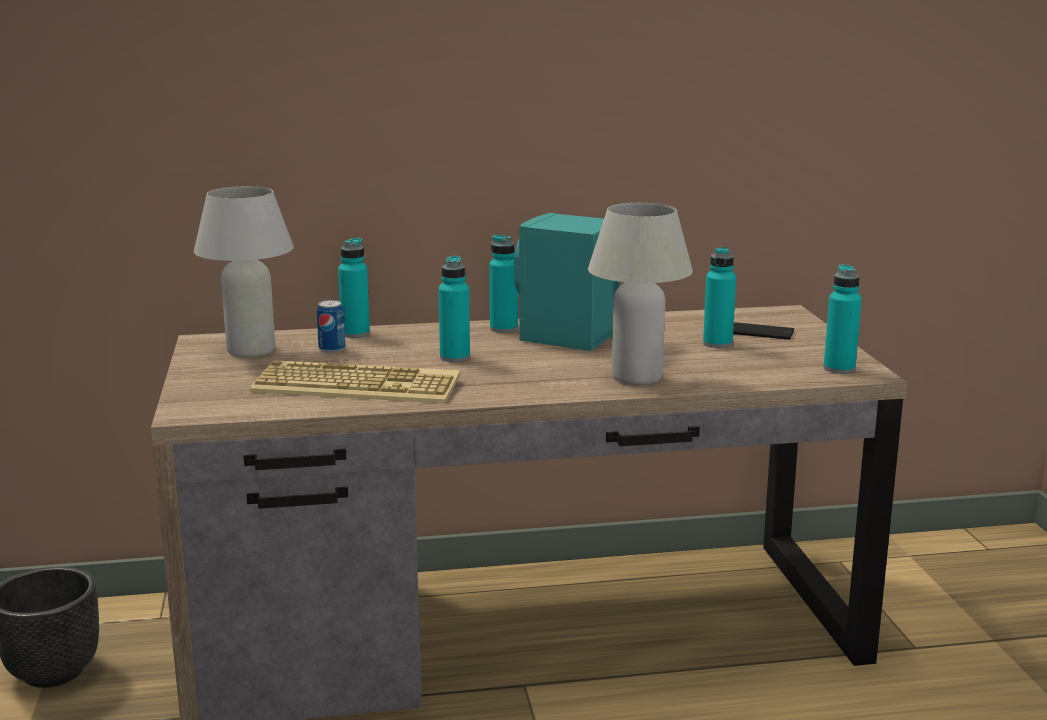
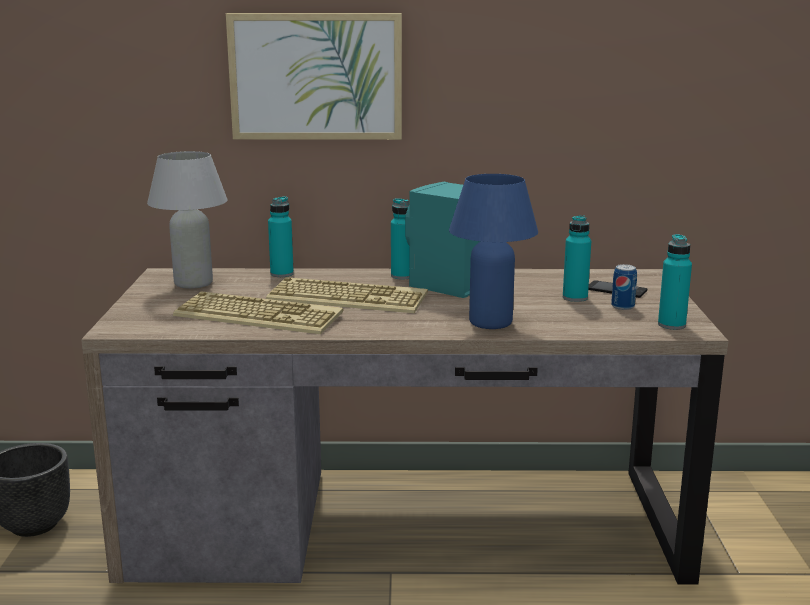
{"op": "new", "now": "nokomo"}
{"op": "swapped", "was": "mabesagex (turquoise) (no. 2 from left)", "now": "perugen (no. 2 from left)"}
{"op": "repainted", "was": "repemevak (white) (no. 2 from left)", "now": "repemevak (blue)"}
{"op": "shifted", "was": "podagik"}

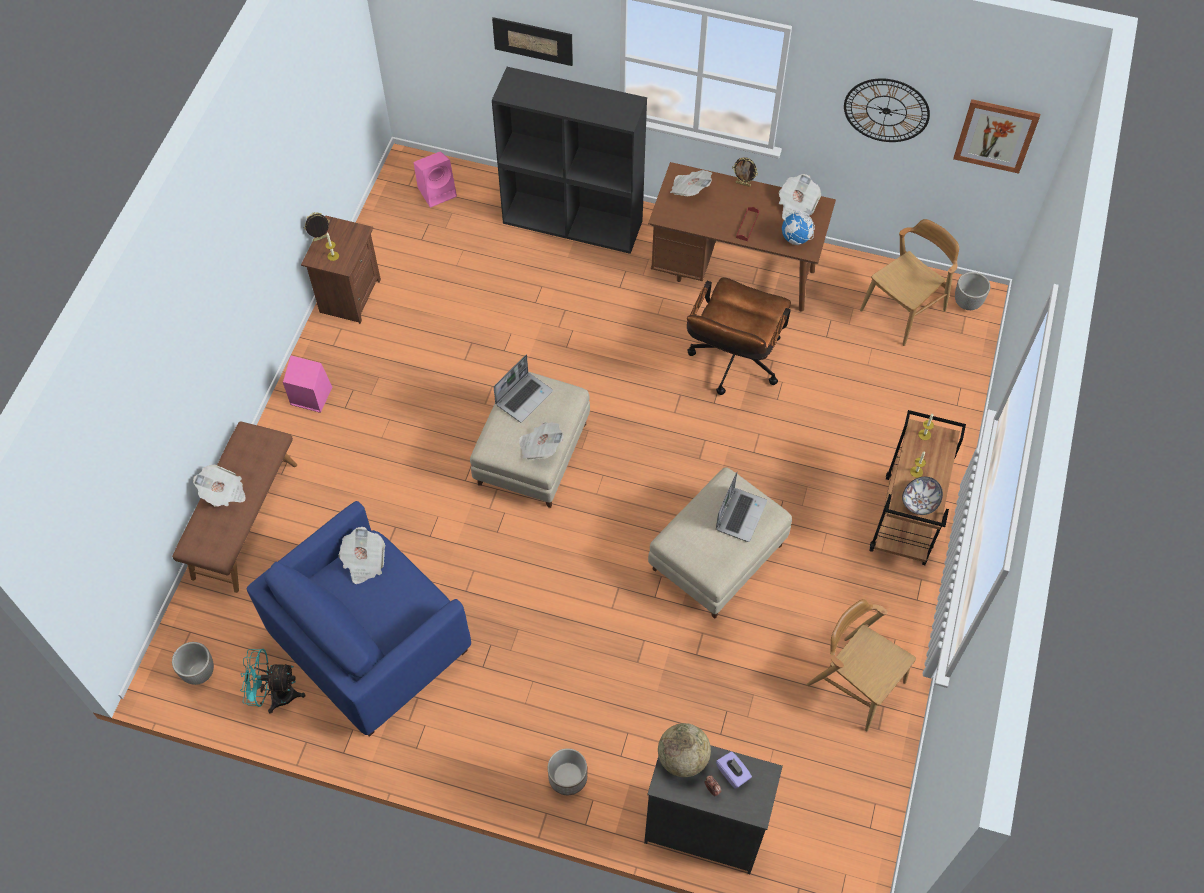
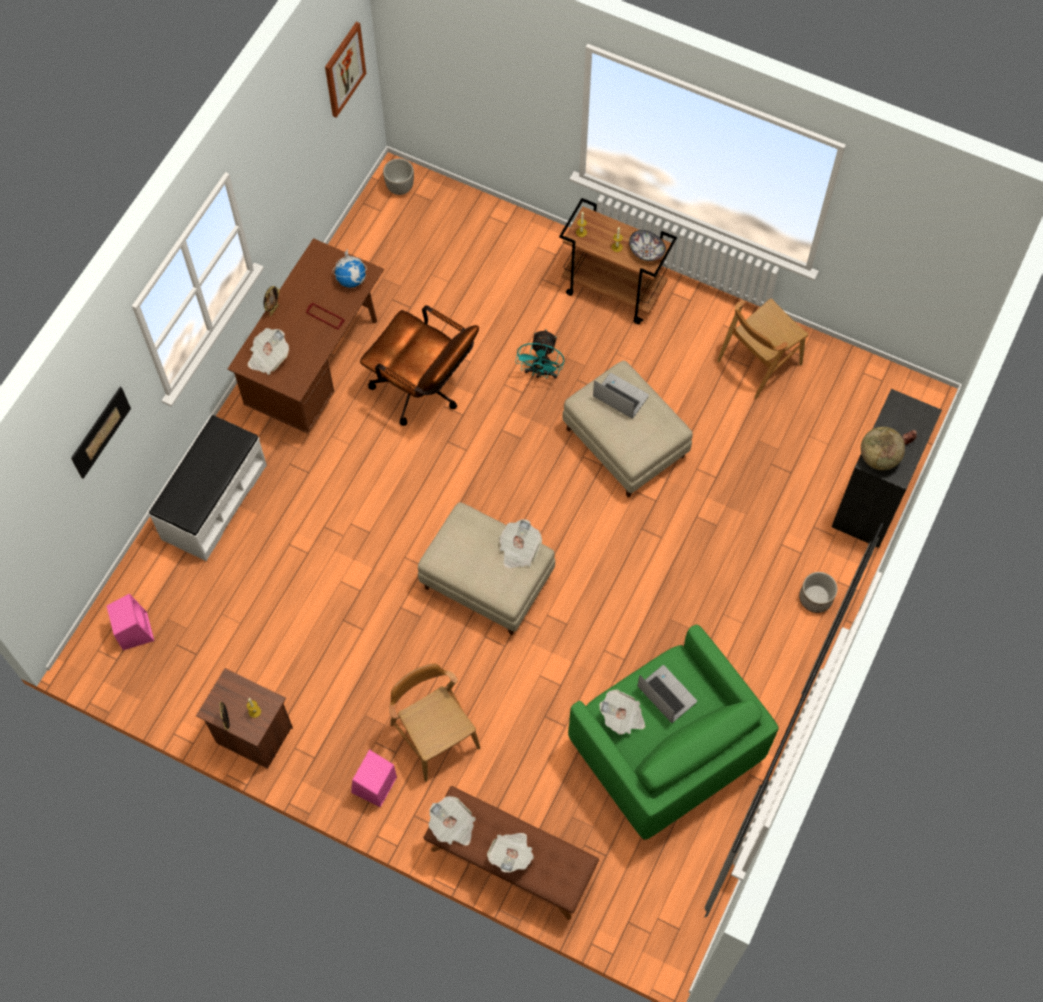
{"op": "swapped", "was": "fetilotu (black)", "now": "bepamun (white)"}
{"op": "shifted", "was": "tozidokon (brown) (no. 2 from left in the first image)", "now": "tozidokon (brown) (no. 1 from left)"}
{"op": "shifted", "was": "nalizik (no. 5 from left in the first image)", "now": "nalizik (no. 2 from left)"}
{"op": "shifted", "was": "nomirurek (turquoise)"}
{"op": "repainted", "was": "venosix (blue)", "now": "venosix (green)"}
{"op": "shifted", "was": "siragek (no. 1 from left in the first image)", "now": "siragek (no. 2 from left)"}
{"op": "gone", "was": "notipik (no. 1 from left)"}
{"op": "gone", "was": "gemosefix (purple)"}
{"op": "gone", "was": "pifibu"}

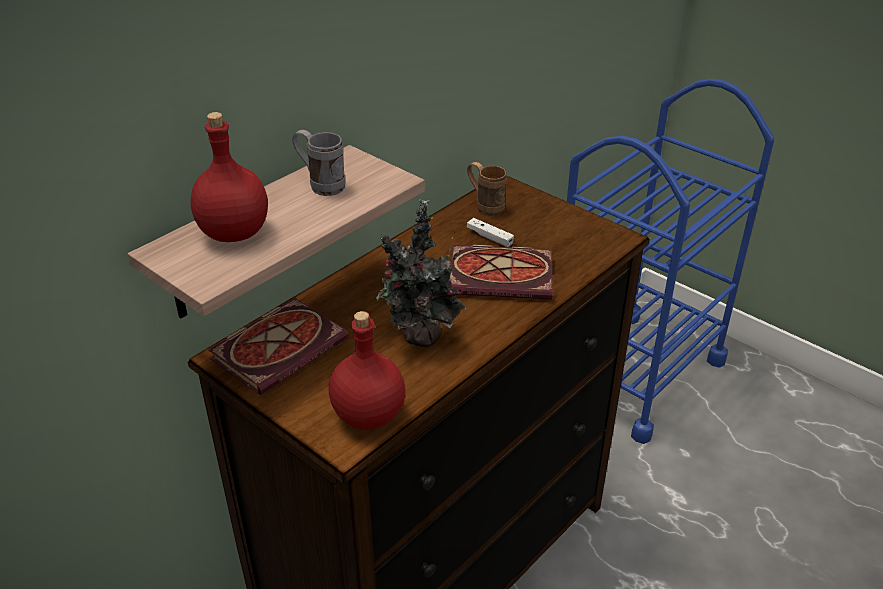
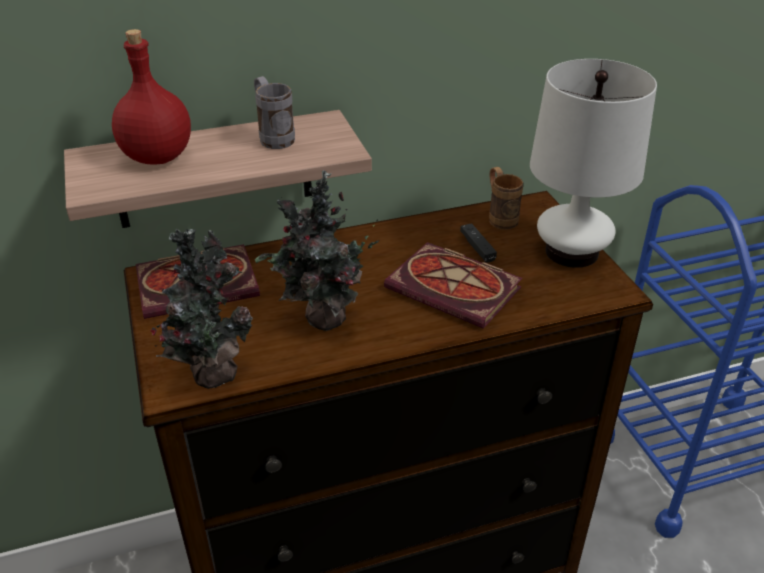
{"op": "swapped", "was": "mabesagex (red) (no. 2 from left)", "now": "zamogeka (no. 1 from left)"}
{"op": "repainted", "was": "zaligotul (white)", "now": "zaligotul (black)"}
{"op": "new", "now": "repemevak (white)"}

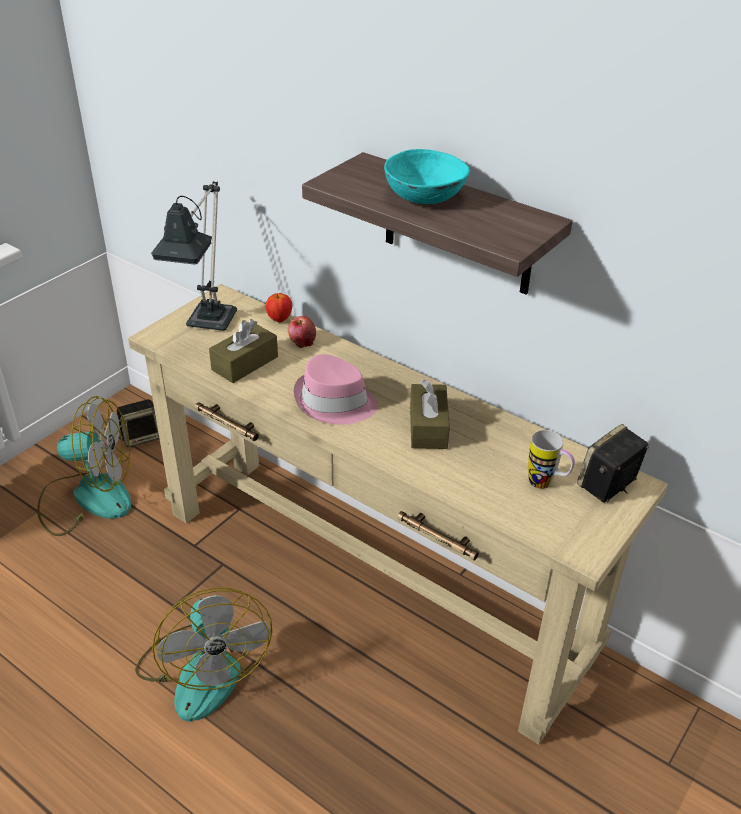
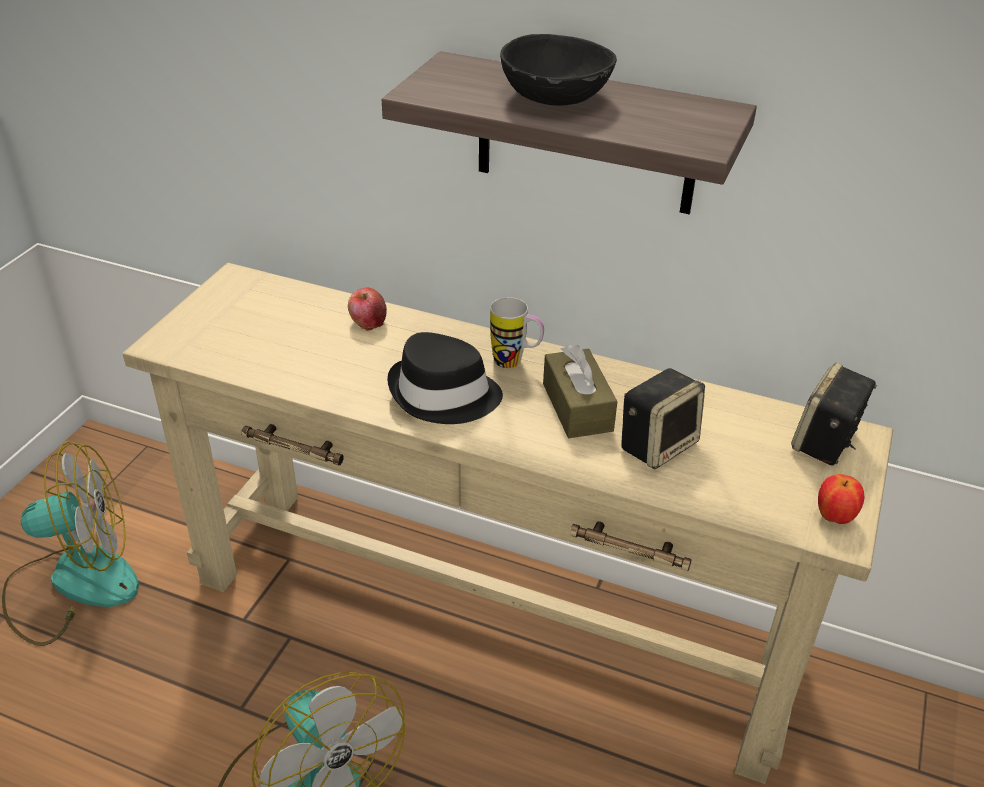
{"op": "repainted", "was": "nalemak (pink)", "now": "nalemak (black)"}
{"op": "shifted", "was": "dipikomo"}
{"op": "repainted", "was": "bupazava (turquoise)", "now": "bupazava (black)"}
{"op": "shifted", "was": "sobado (no. 1 from left)"}
{"op": "shifted", "was": "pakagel (no. 1 from left in the first image)", "now": "pakagel (no. 2 from left)"}
{"op": "gone", "was": "repemevak"}
{"op": "gone", "was": "gemosefix (brown) (no. 1 from left)"}

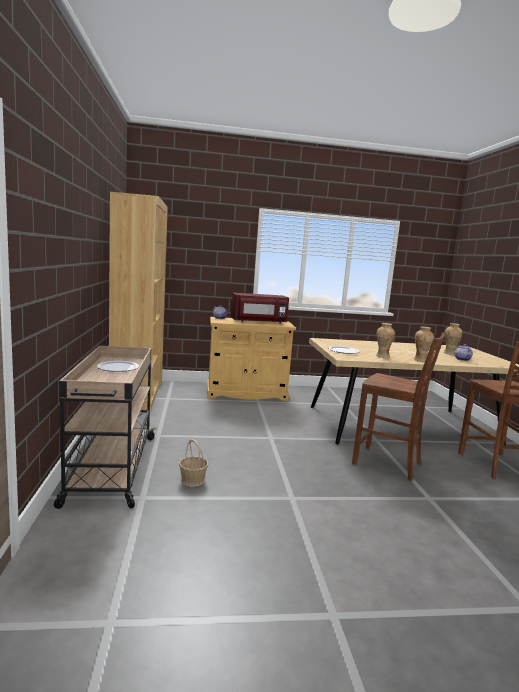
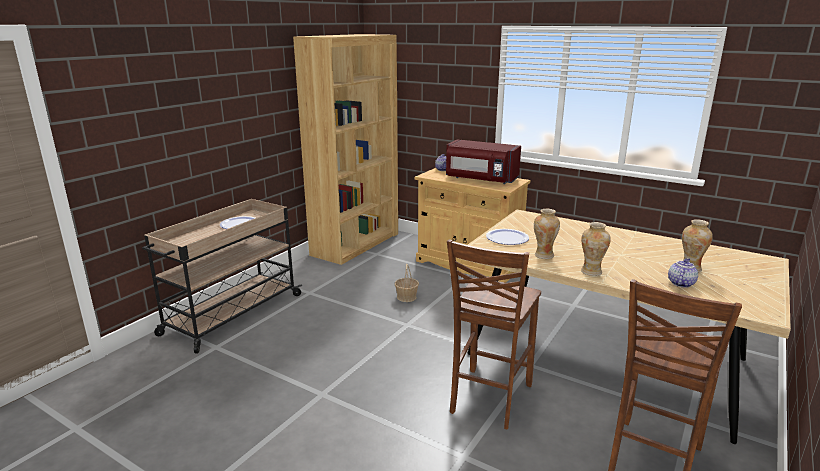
{"op": "shifted", "was": "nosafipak"}
{"op": "rotated", "was": "tozidokon (brown) (no. 1 from left)", "clockwise": 45}

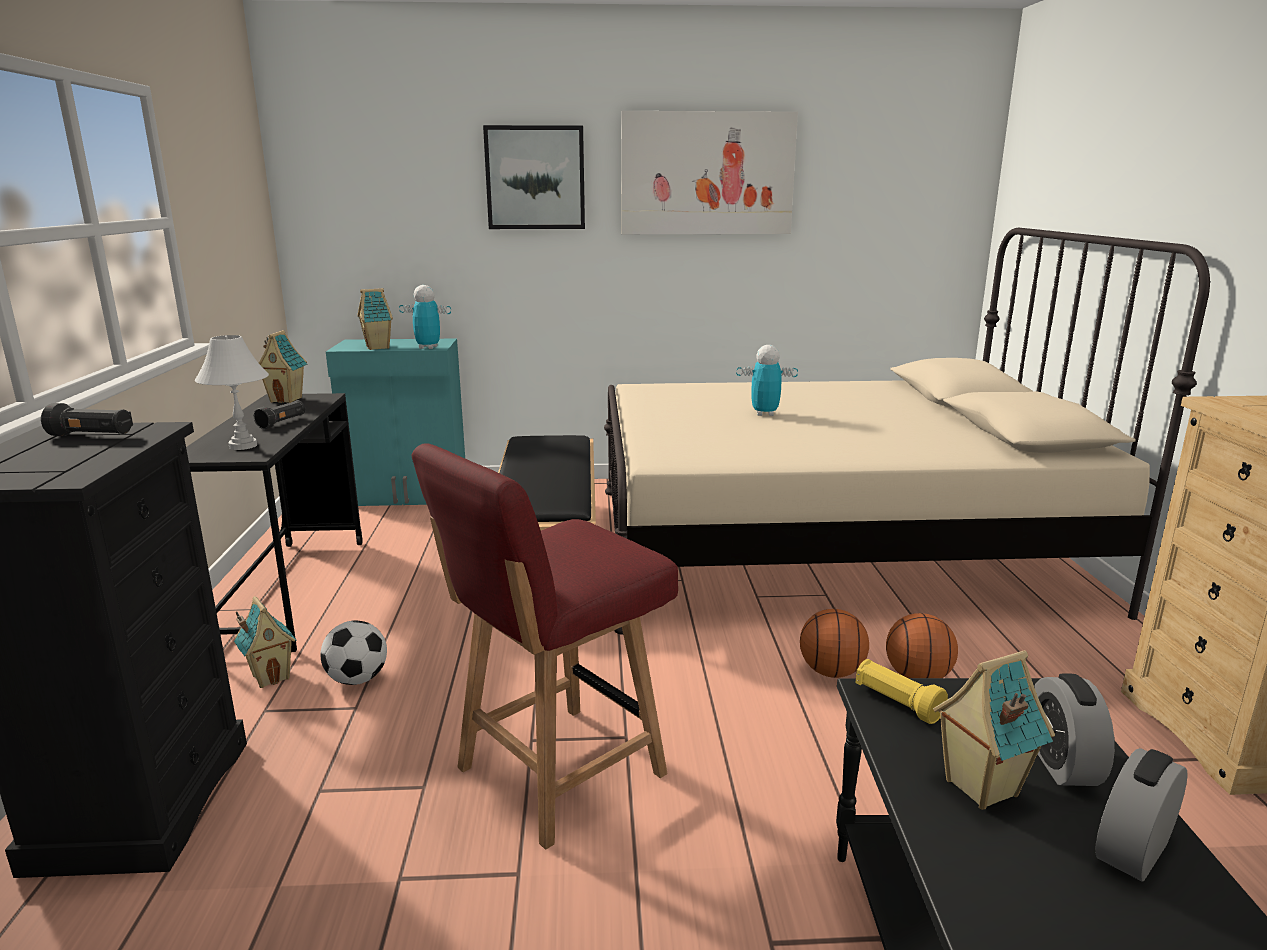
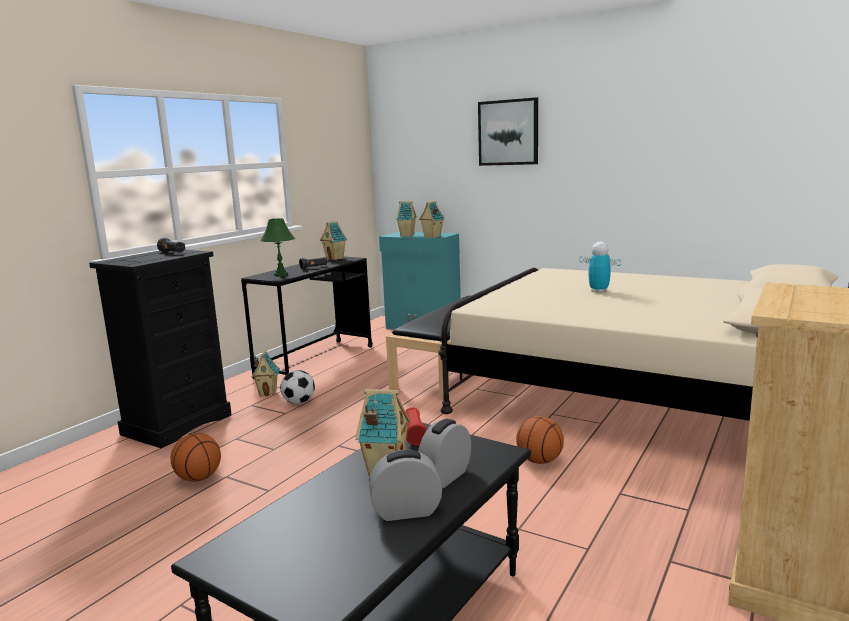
{"op": "shifted", "was": "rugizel (no. 2 from left in the first image)", "now": "rugizel (no. 1 from left)"}
{"op": "repainted", "was": "repemevak (white)", "now": "repemevak (green)"}
{"op": "repainted", "was": "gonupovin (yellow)", "now": "gonupovin (red)"}
{"op": "swapped", "was": "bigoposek (no. 1 from left)", "now": "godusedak (no. 5 from left)"}
{"op": "gone", "was": "tozidokon (red)"}
{"op": "gone", "was": "nokomo (no. 2 from left)"}

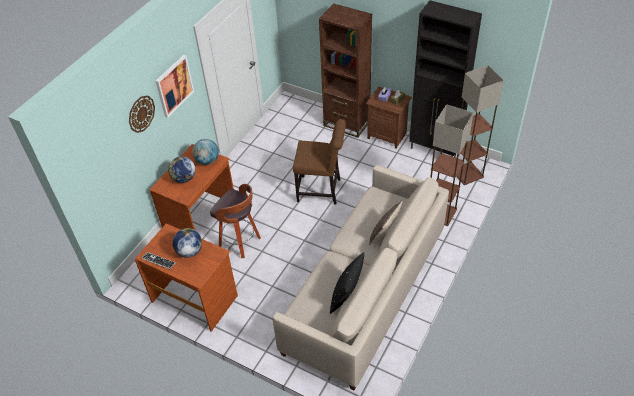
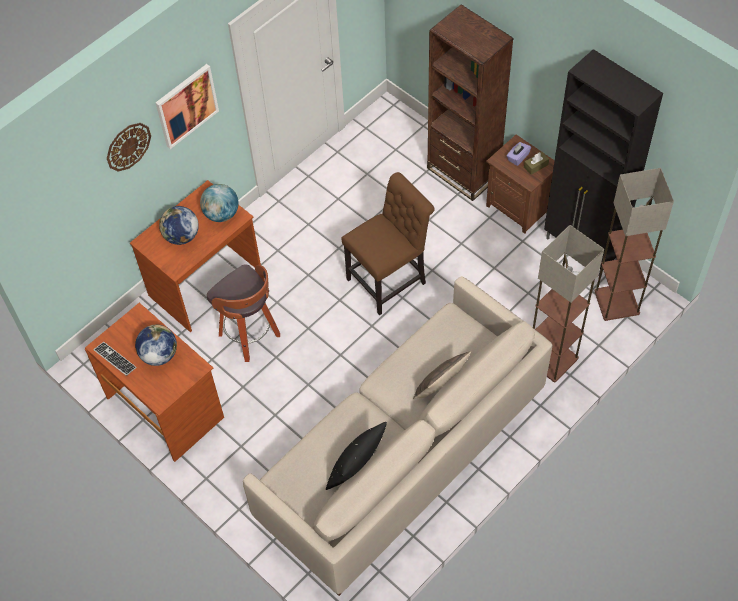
{"op": "rotated", "was": "tozidokon (brown)", "clockwise": -60}

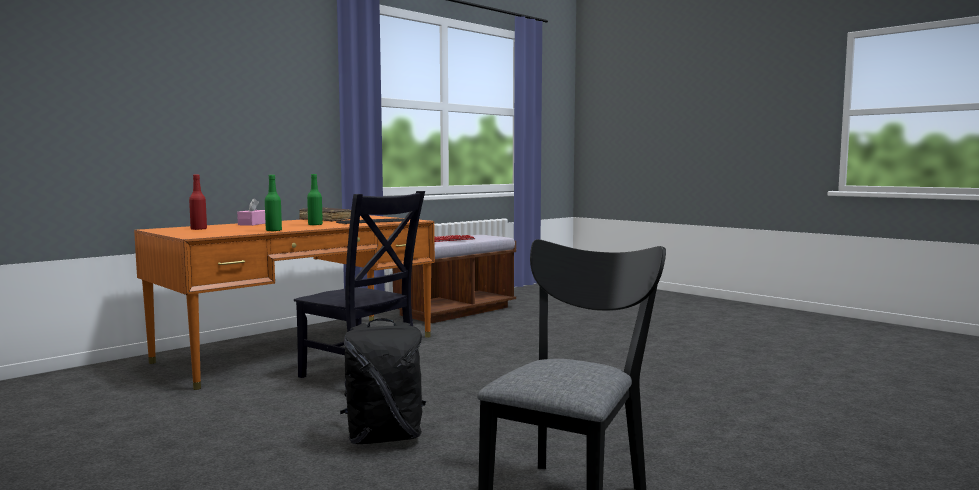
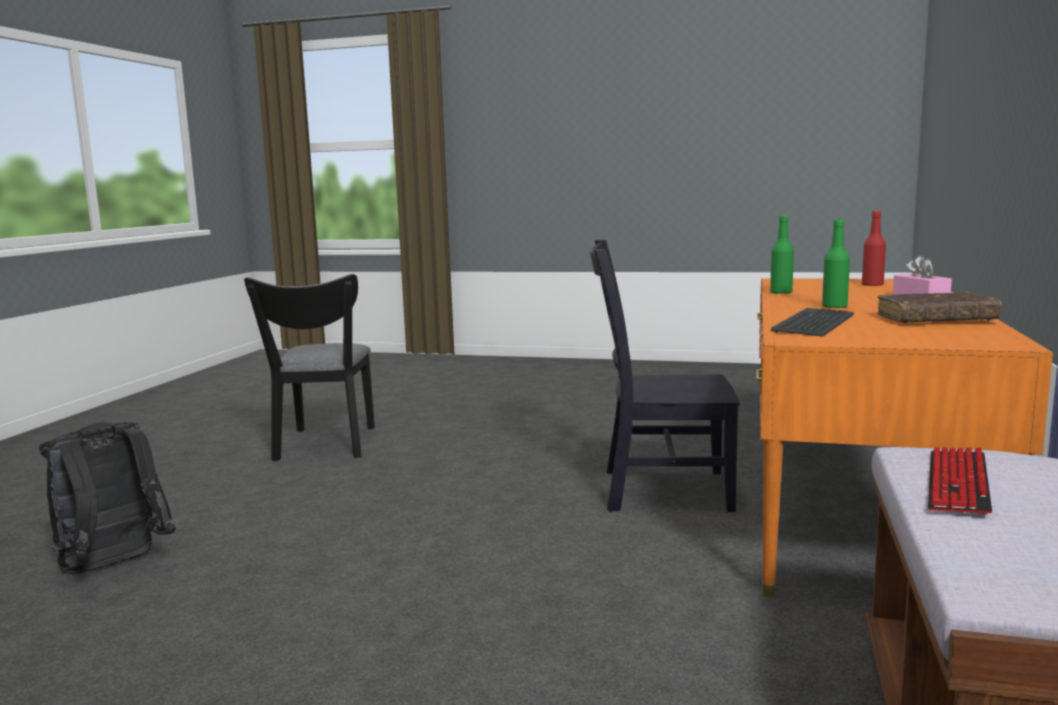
{"op": "shifted", "was": "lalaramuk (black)"}

